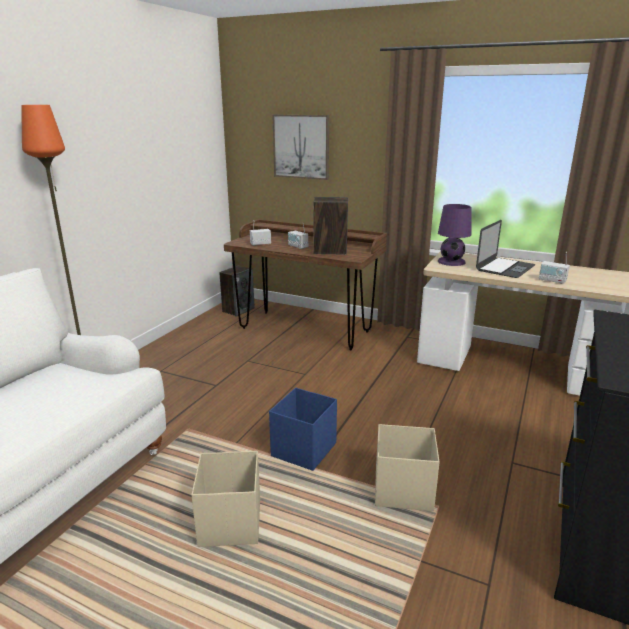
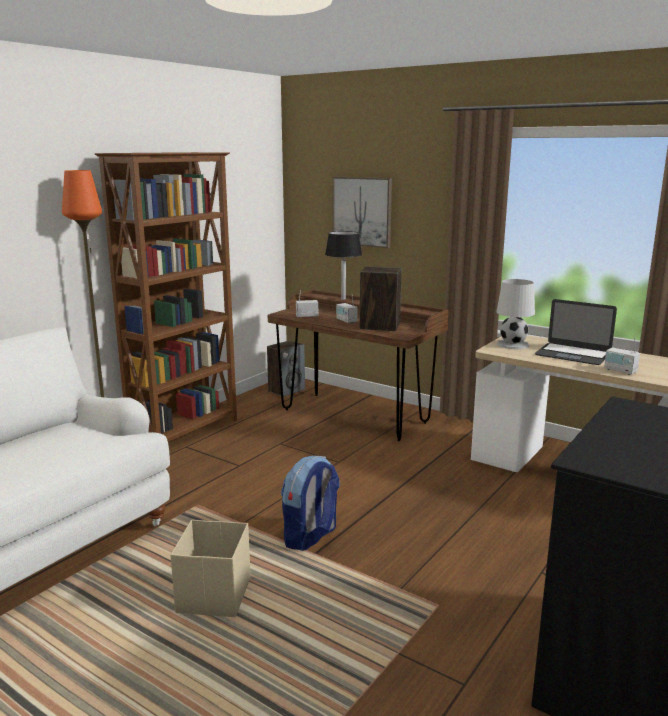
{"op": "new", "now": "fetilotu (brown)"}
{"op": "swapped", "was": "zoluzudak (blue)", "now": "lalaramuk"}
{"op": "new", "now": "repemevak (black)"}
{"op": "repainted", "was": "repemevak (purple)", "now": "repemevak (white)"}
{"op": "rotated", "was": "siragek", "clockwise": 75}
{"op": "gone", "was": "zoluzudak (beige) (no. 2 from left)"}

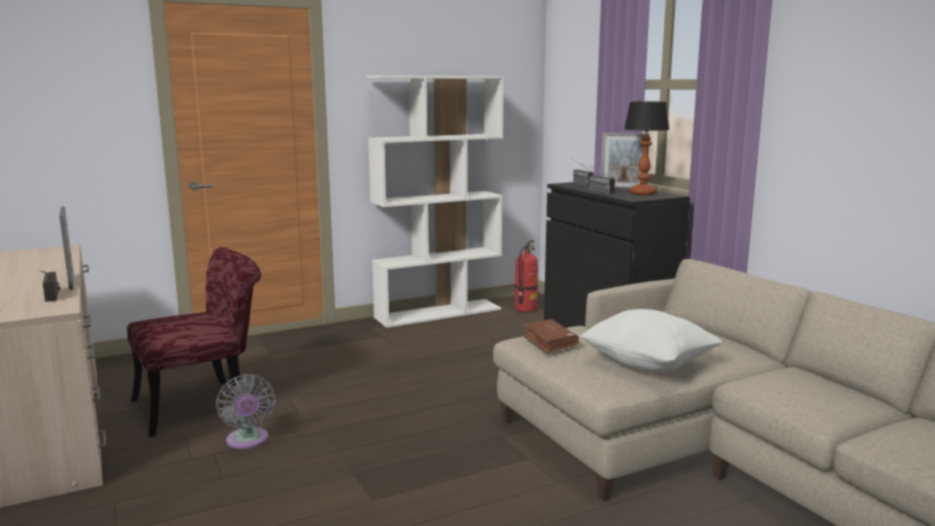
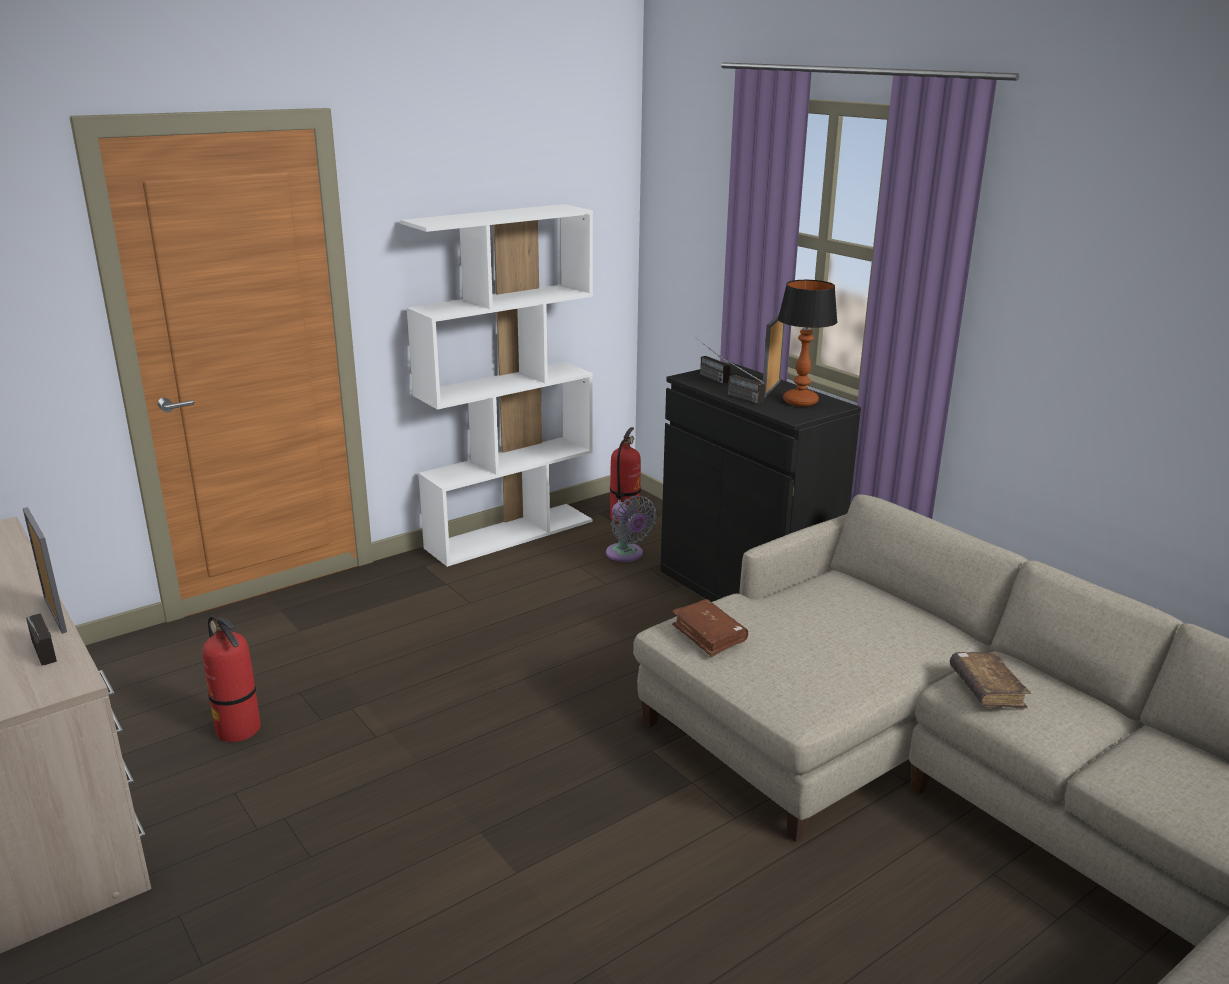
{"op": "swapped", "was": "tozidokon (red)", "now": "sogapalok (no. 1 from left)"}
{"op": "shifted", "was": "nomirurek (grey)"}
{"op": "rotated", "was": "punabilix (no. 2 from left)", "clockwise": 105}
{"op": "new", "now": "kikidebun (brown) (no. 2 from left)"}
{"op": "gone", "was": "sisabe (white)"}

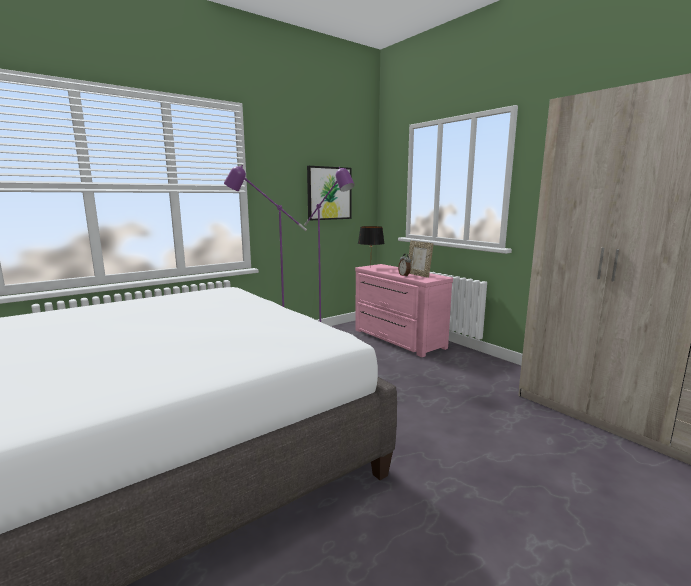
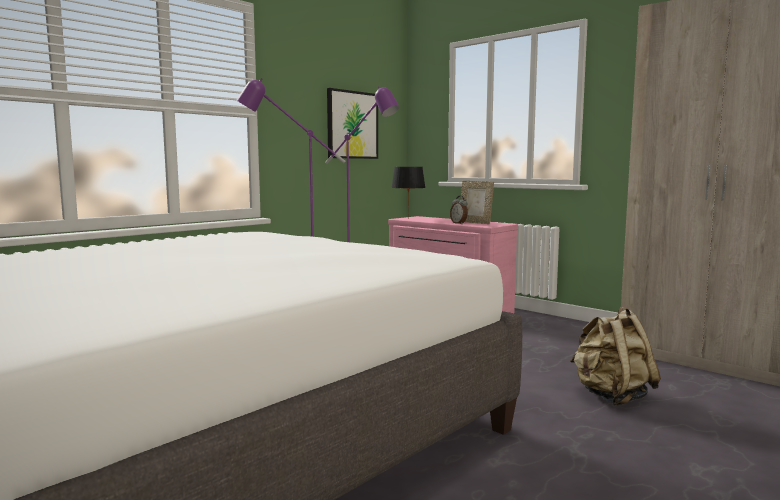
{"op": "new", "now": "lalaramuk (beige)"}

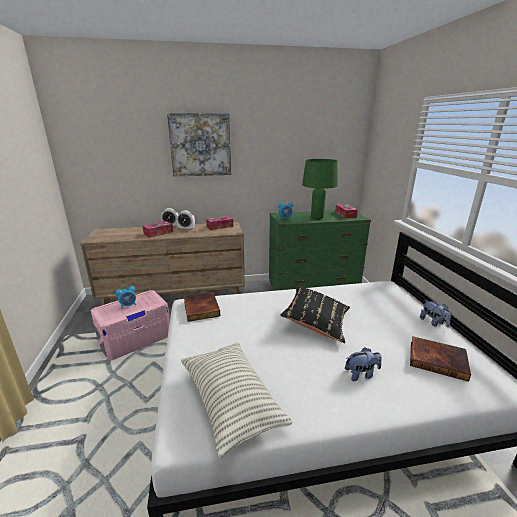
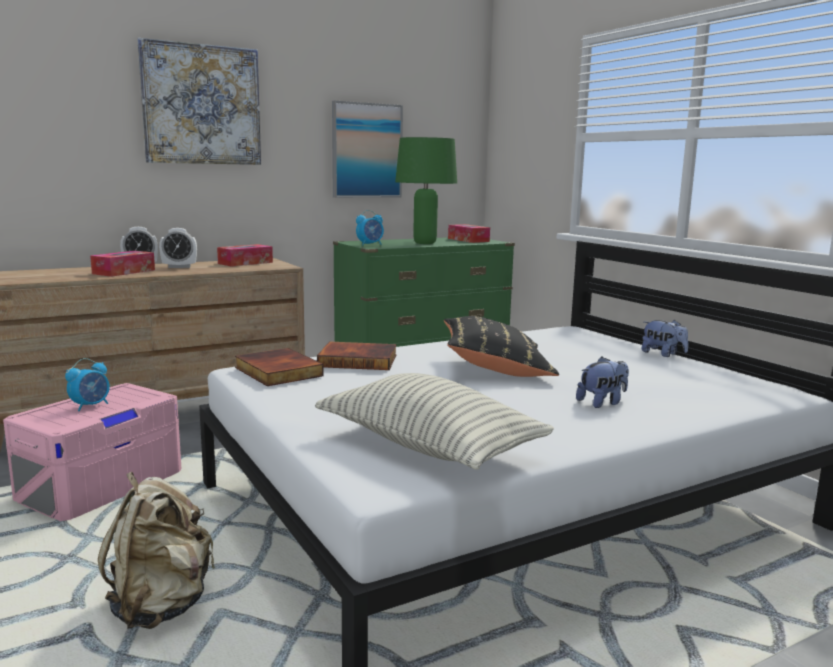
{"op": "new", "now": "lalaramuk (beige)"}
{"op": "shifted", "was": "kikidebun (no. 2 from left)"}
{"op": "new", "now": "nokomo (no. 2 from left)"}

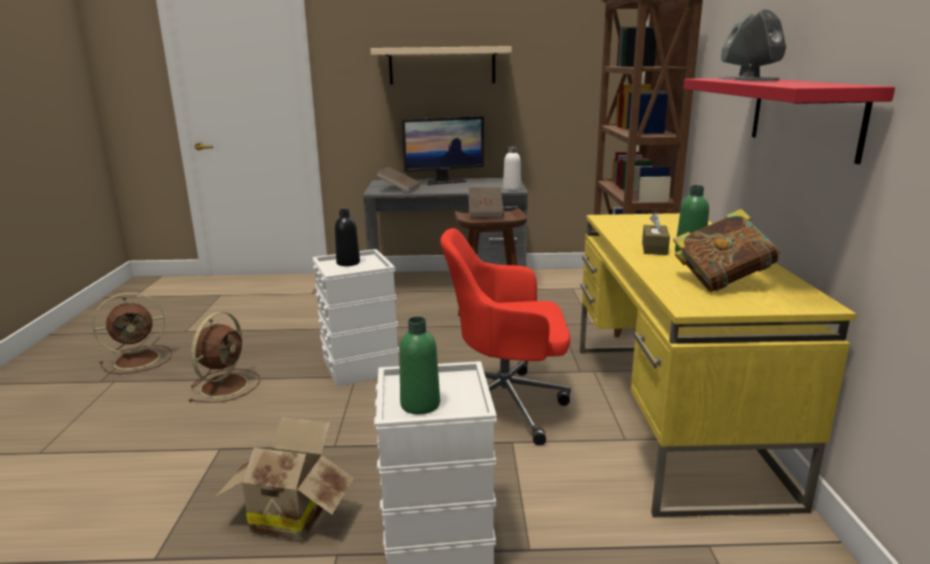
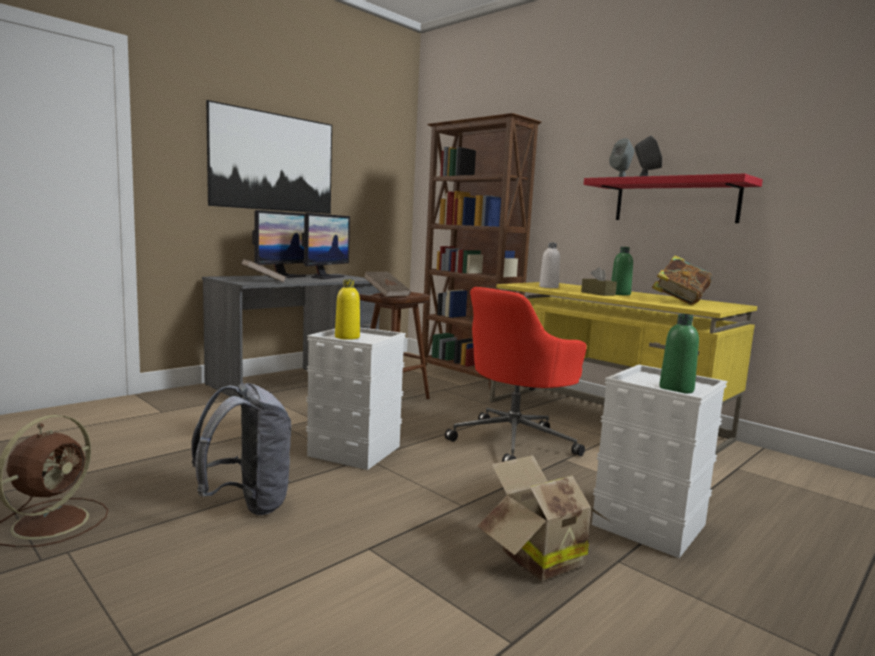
{"op": "swapped", "was": "nomirurek (brown) (no. 2 from left)", "now": "lalaramuk (grey)"}
{"op": "swapped", "was": "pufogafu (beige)", "now": "nokomo"}
{"op": "new", "now": "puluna (no. 2 from left)"}
{"op": "repainted", "was": "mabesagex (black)", "now": "mabesagex (yellow)"}
{"op": "shifted", "was": "mabesagex (white)"}

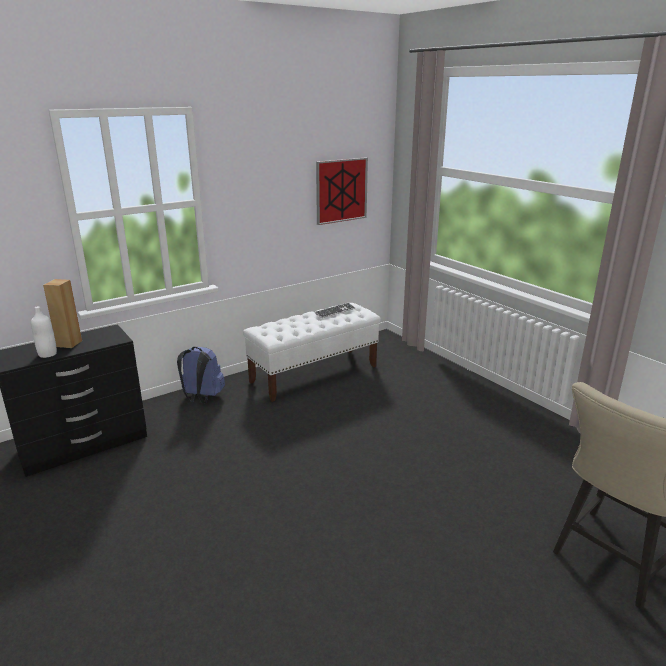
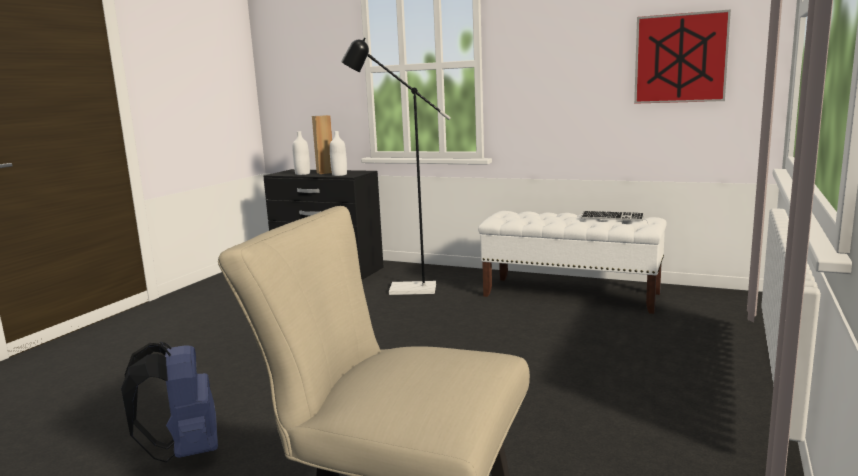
{"op": "shifted", "was": "lalaramuk (blue)"}
{"op": "new", "now": "mabesagex (white) (no. 2 from left)"}
{"op": "new", "now": "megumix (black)"}

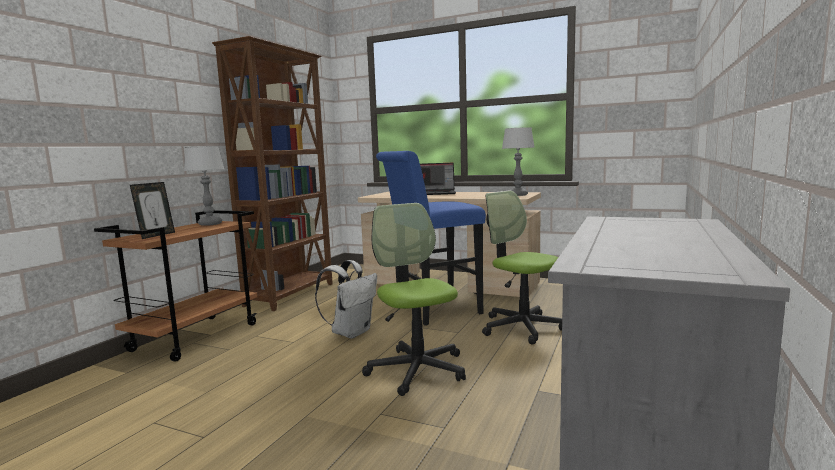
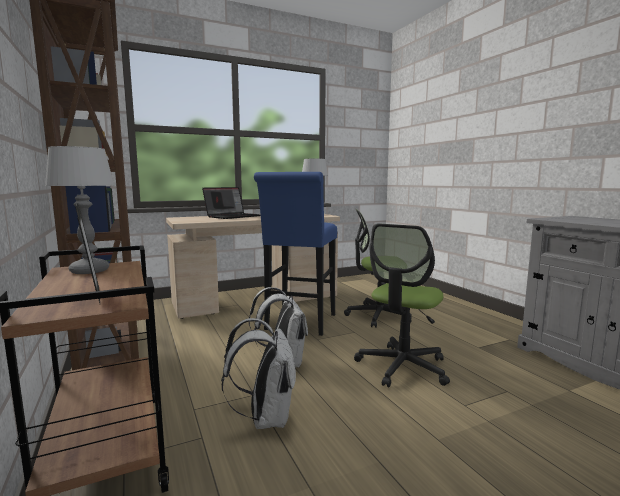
{"op": "new", "now": "lalaramuk (white) (no. 1 from left)"}
{"op": "rotated", "was": "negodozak (no. 1 from left in the first image)", "clockwise": -75}

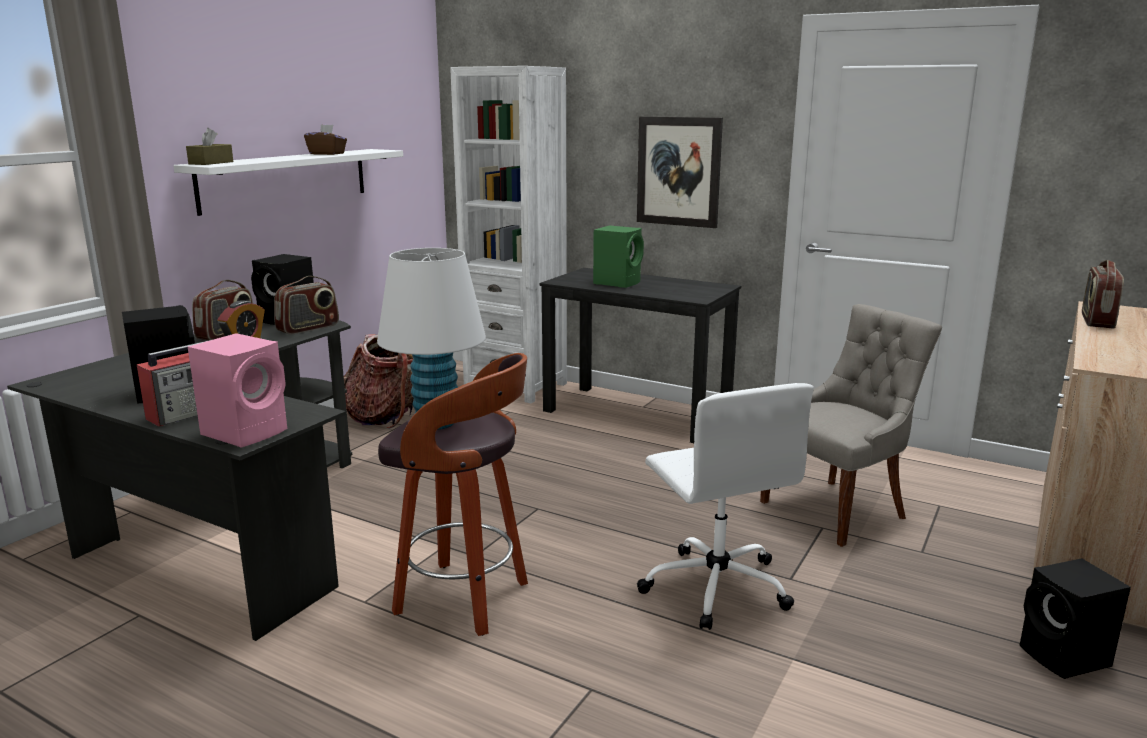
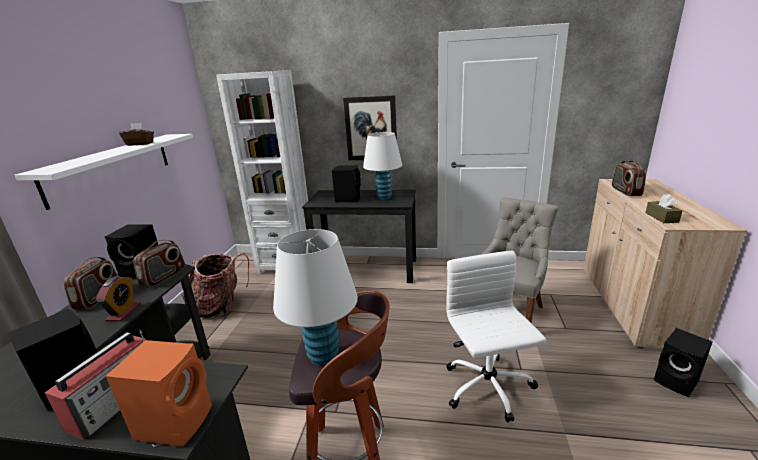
{"op": "repainted", "was": "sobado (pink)", "now": "sobado (orange)"}
{"op": "repainted", "was": "sobado (green)", "now": "sobado (black) (no. 3 from left)"}
{"op": "new", "now": "repemevak (white) (no. 2 from left)"}
{"op": "rotated", "was": "negodozak (white)", "clockwise": -150}
{"op": "shifted", "was": "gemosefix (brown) (no. 1 from left in the first image)", "now": "gemosefix (brown) (no. 2 from left)"}

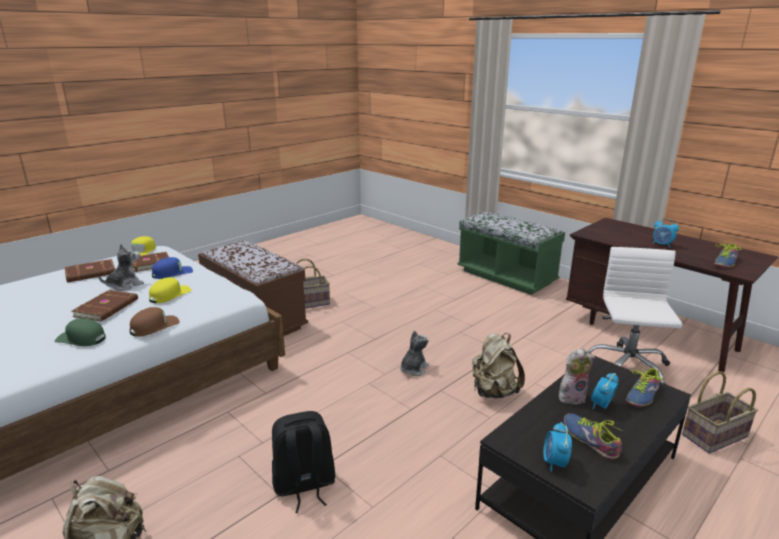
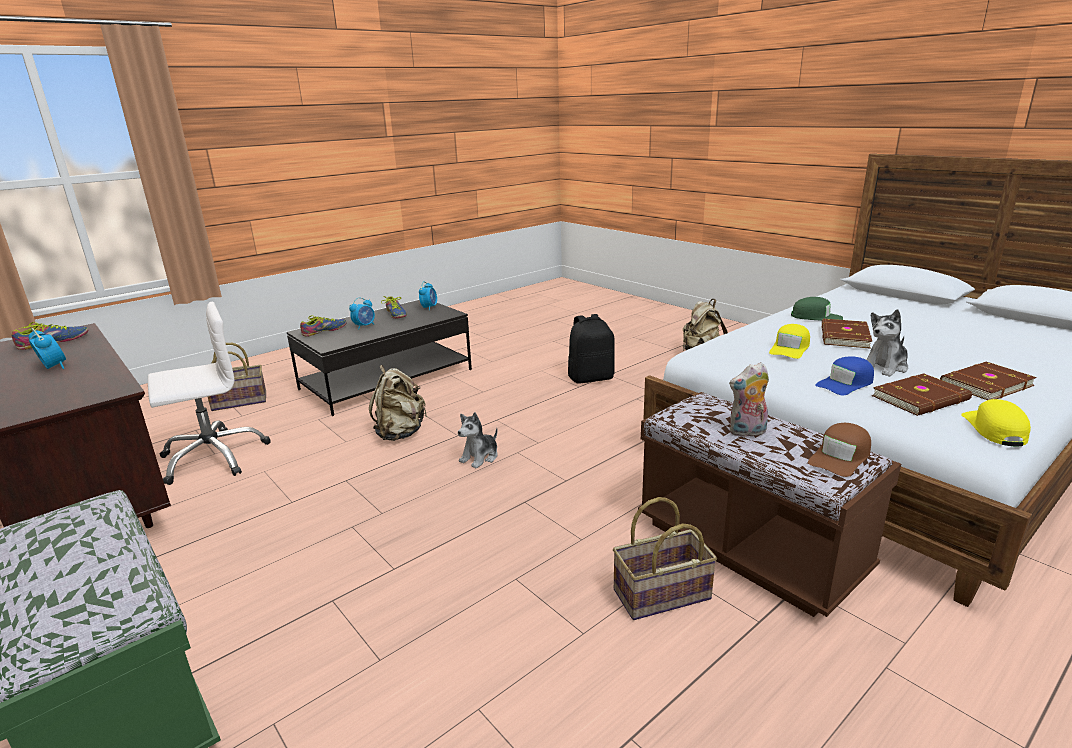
{"op": "rotated", "was": "negodozak (white)", "clockwise": -135}
{"op": "shifted", "was": "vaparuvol (no. 3 from left in the first image)", "now": "vaparuvol (no. 2 from left)"}
{"op": "shifted", "was": "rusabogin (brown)"}

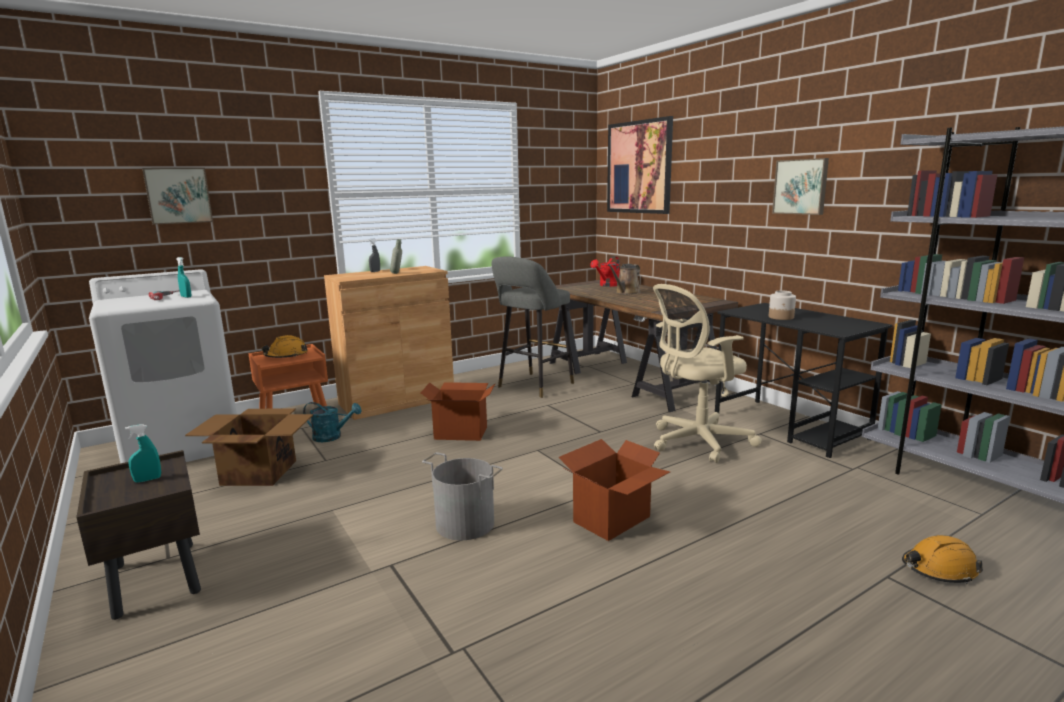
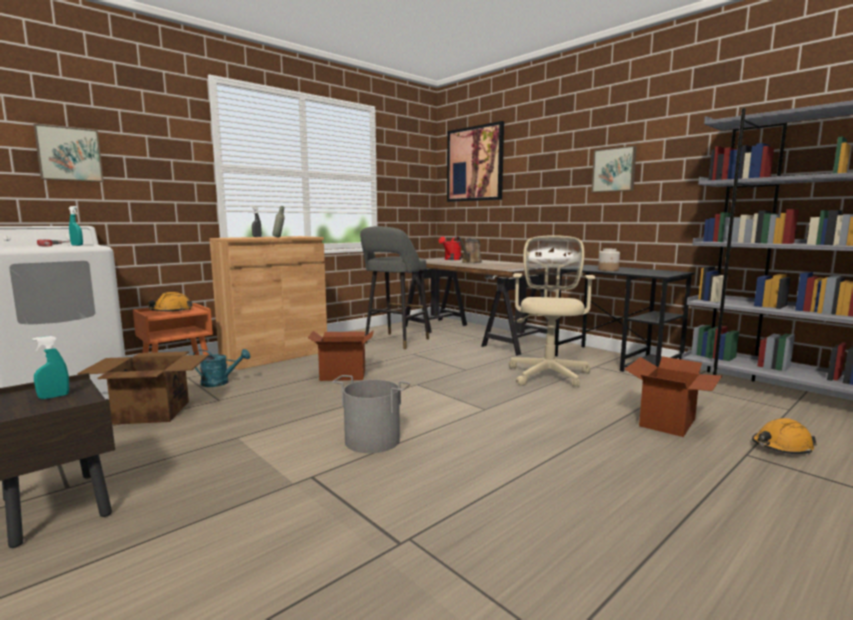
{"op": "rotated", "was": "negodozak (beige)", "clockwise": 135}
{"op": "shifted", "was": "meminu (no. 3 from left)"}

